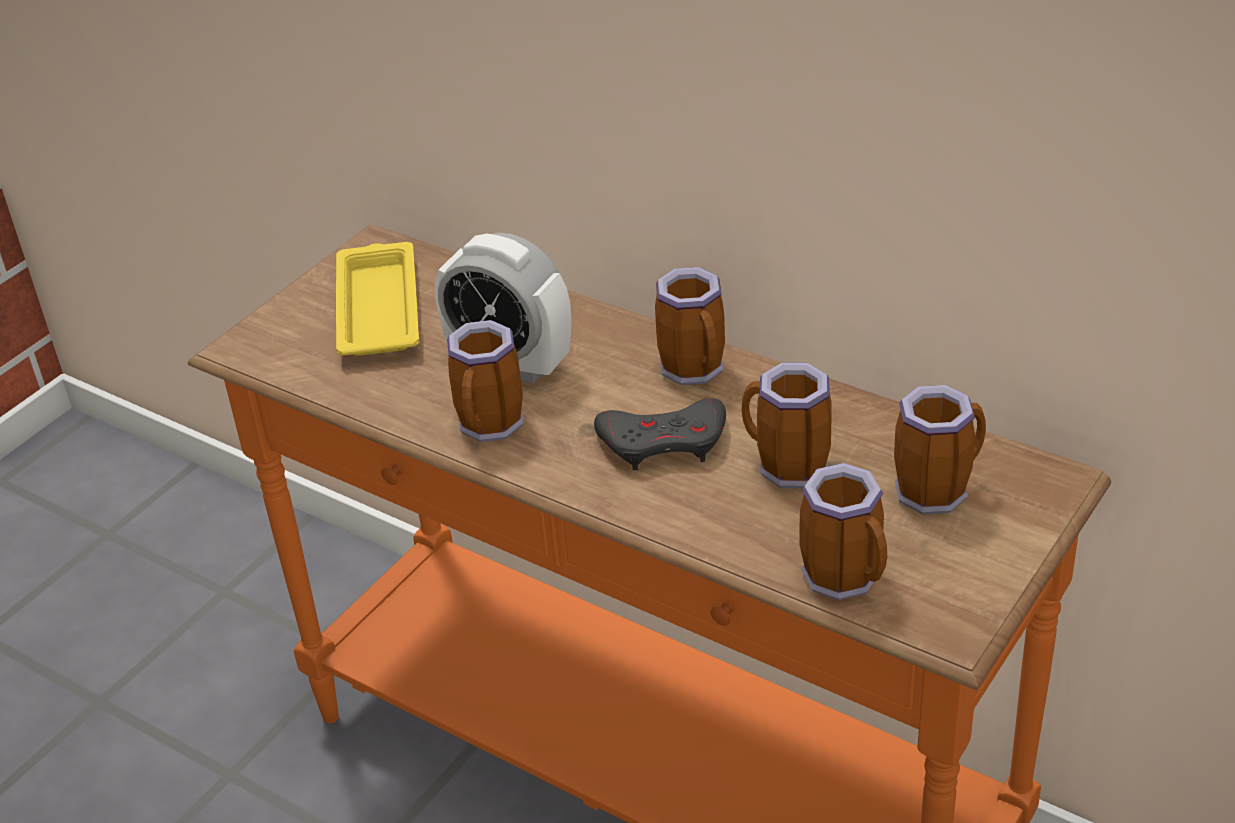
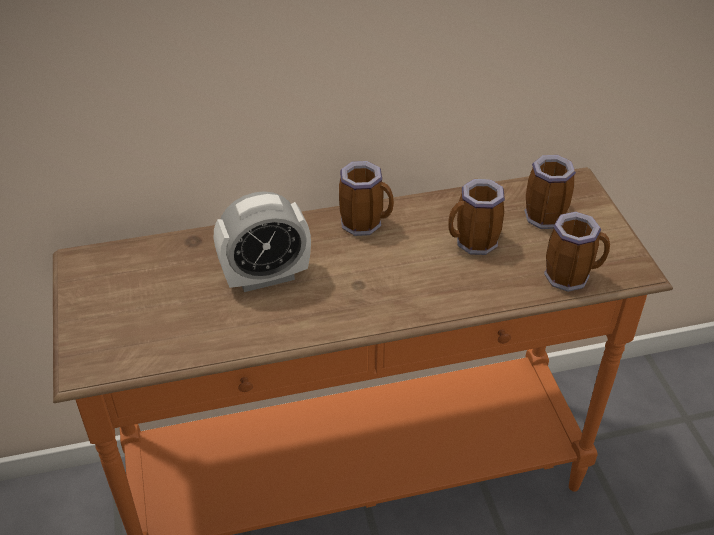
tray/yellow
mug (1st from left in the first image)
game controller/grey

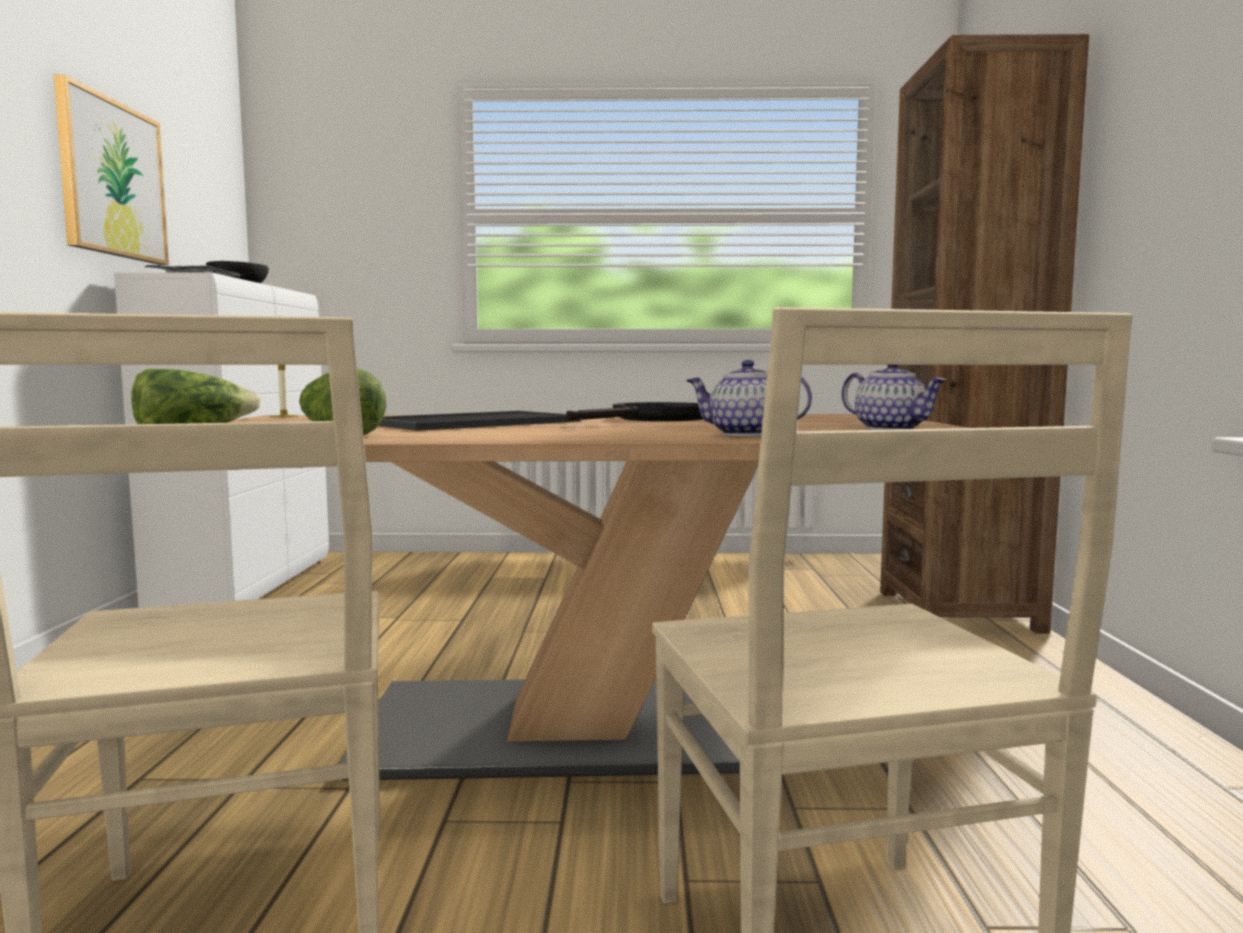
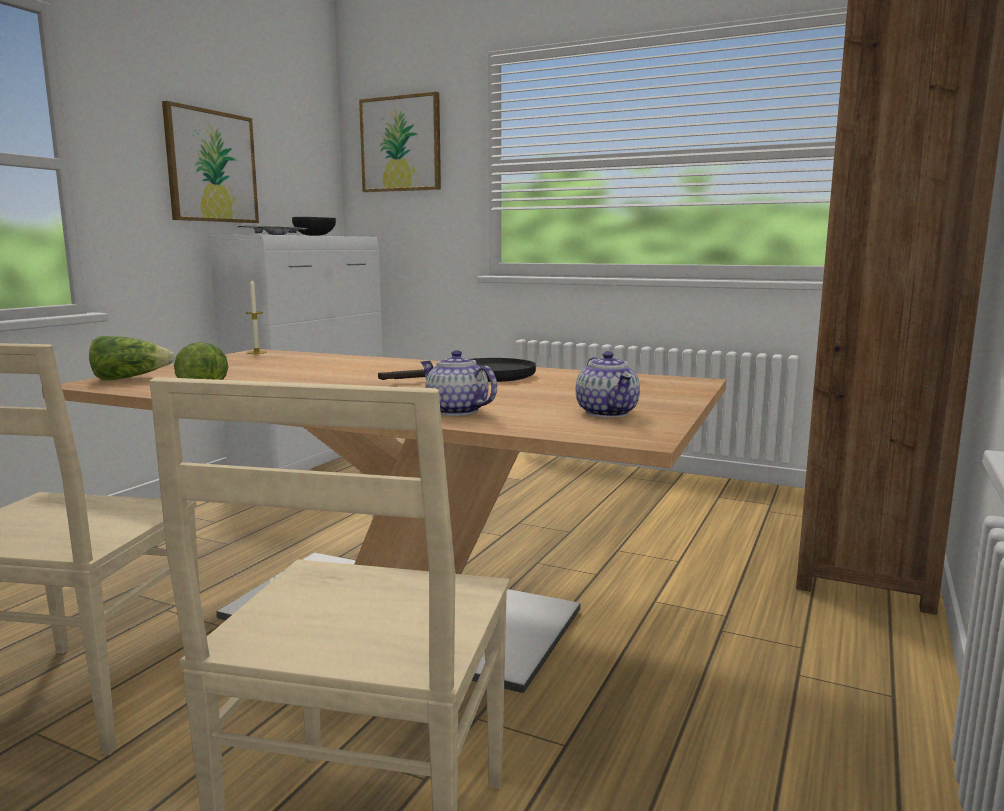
tray (2nd from left in the first image)
picture (2nd from left)

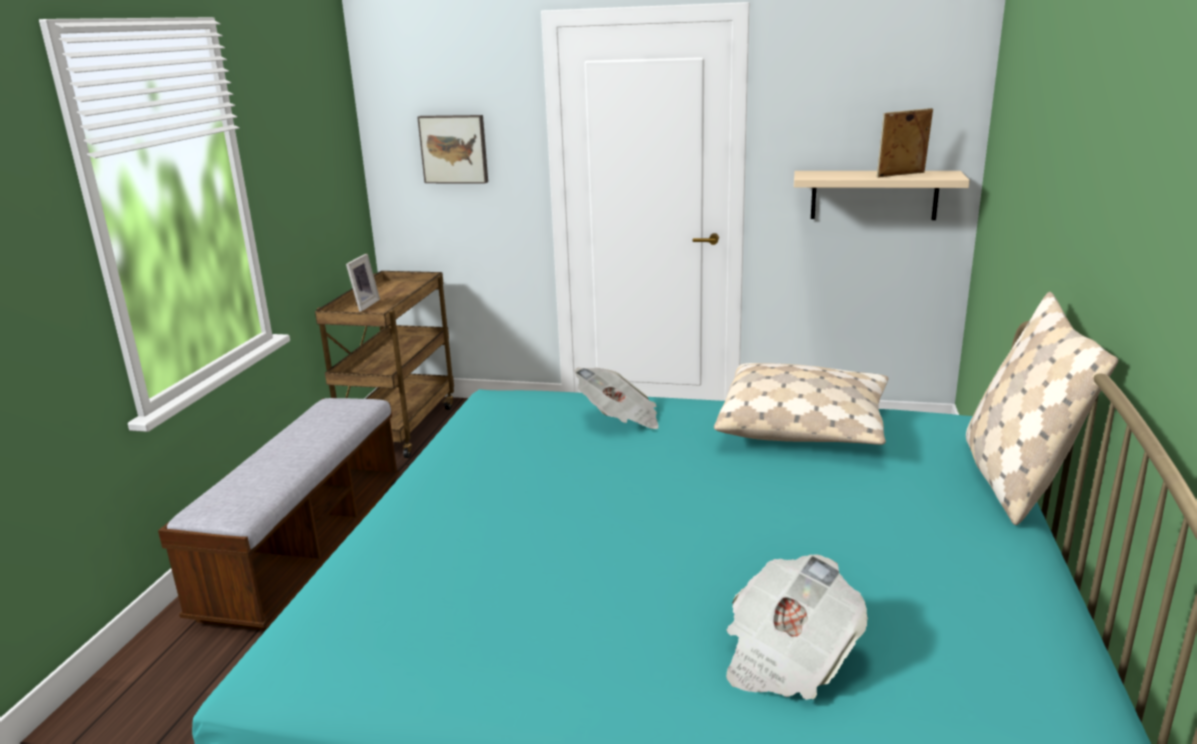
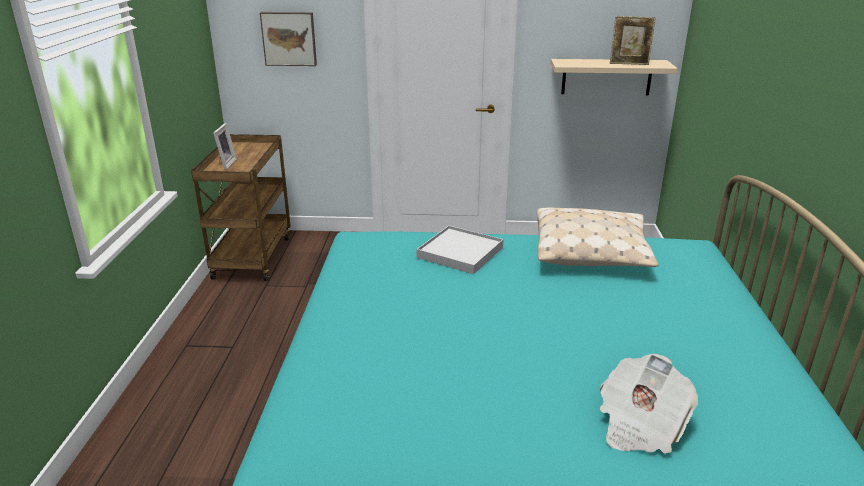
bench
pillow/beige (2nd from left in the first image)
tray/white
picture frame (2nd from left)

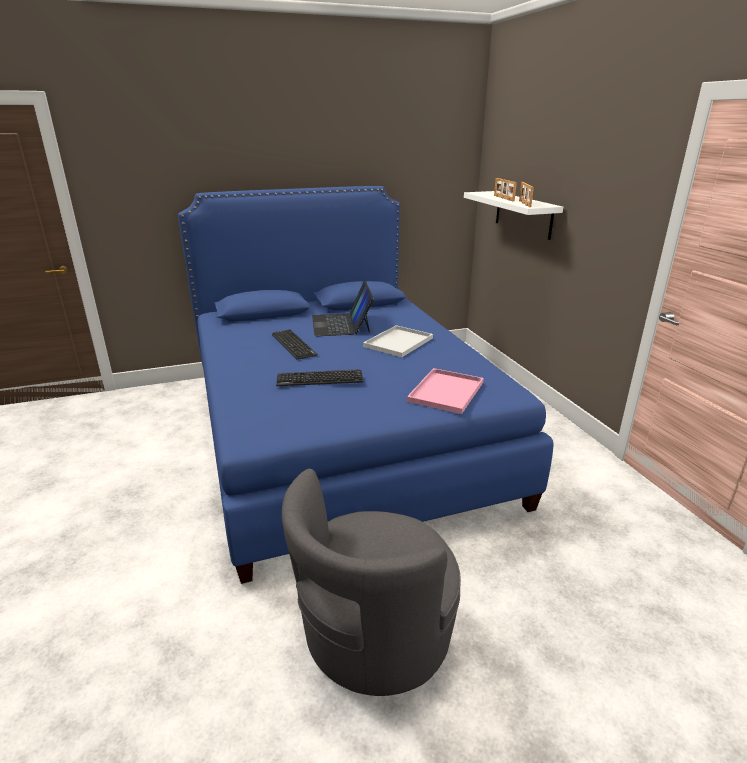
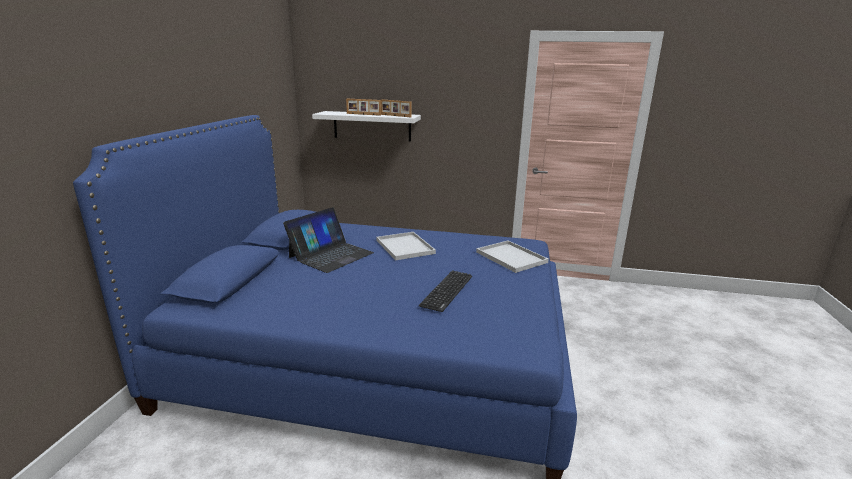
keyboard (1st from left in the first image)
armchair/grey
tray/white (2nd from left)
laptop

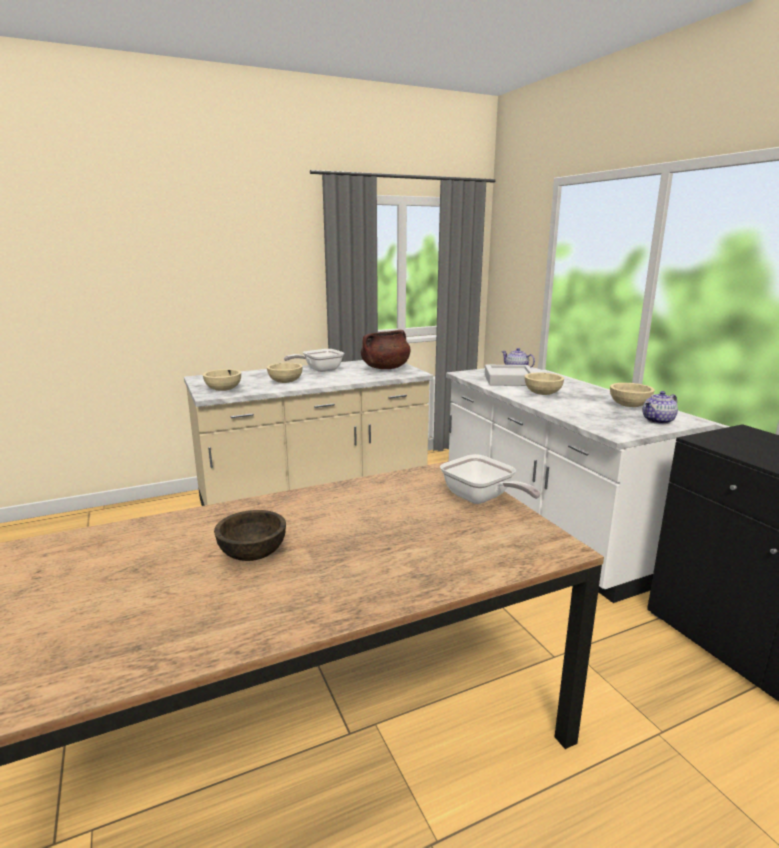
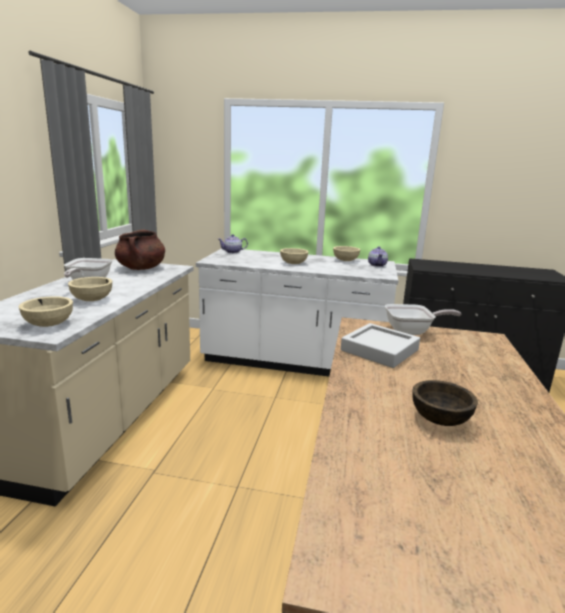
tray/grey

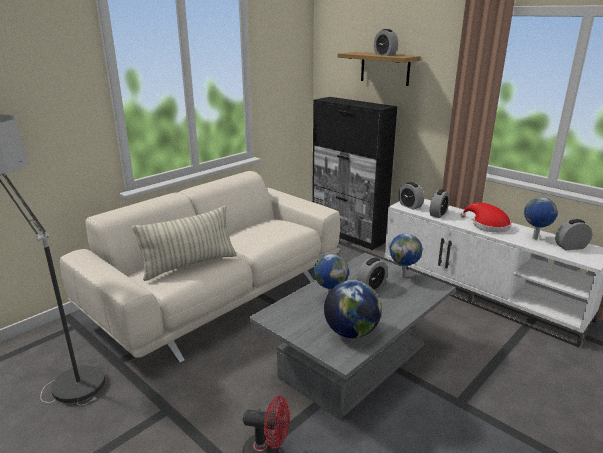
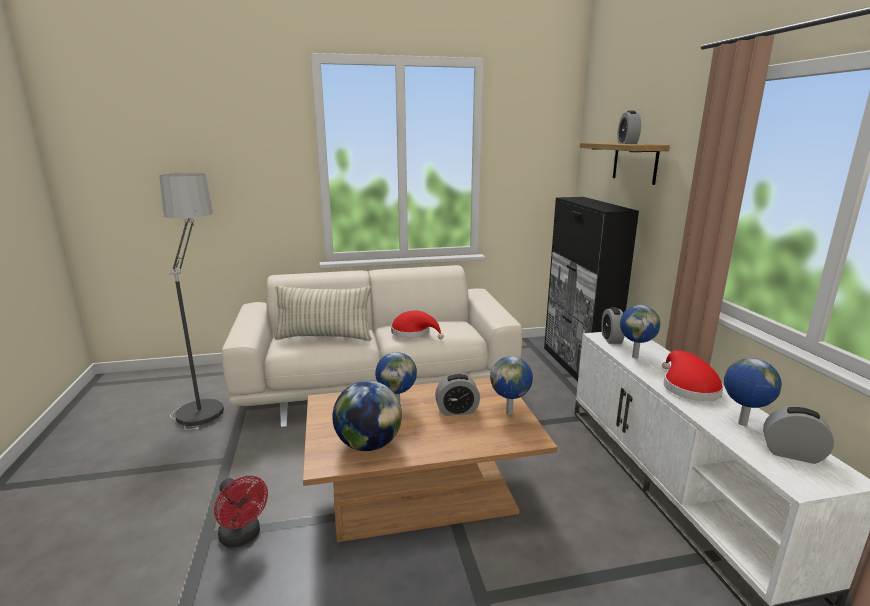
hat/red (1st from left)
globe (4th from left)
coffee table/brown

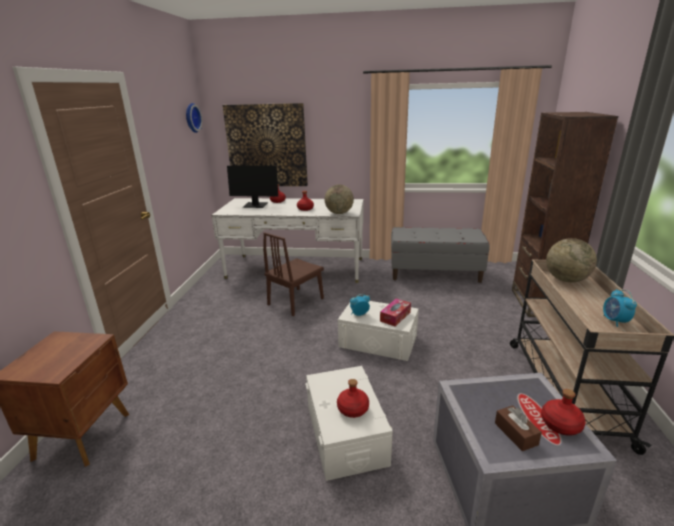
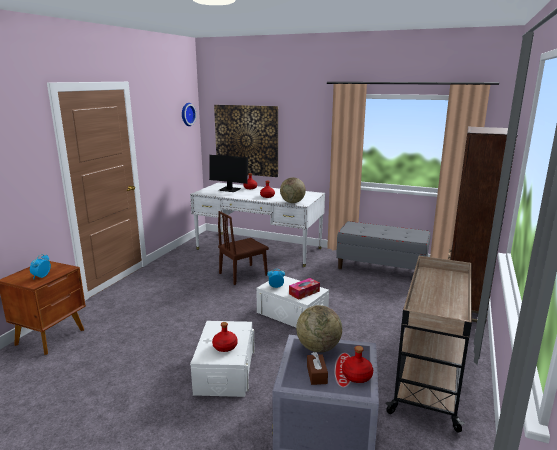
globe (2nd from left)
alarm clock (1st from left)

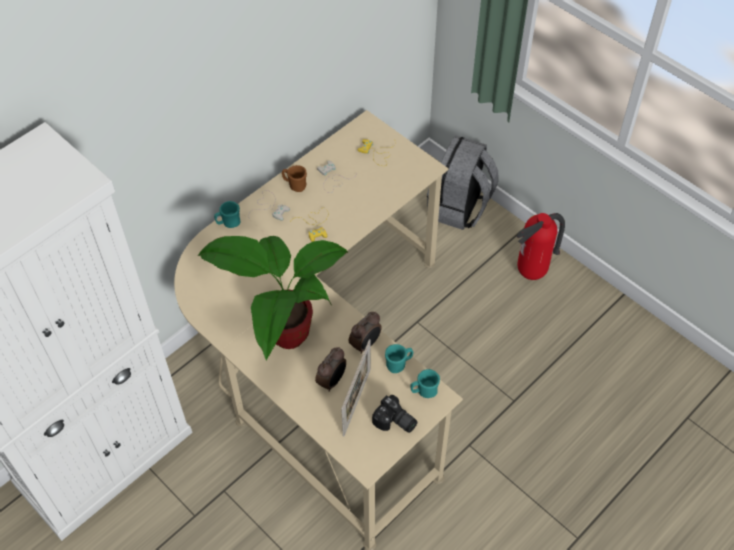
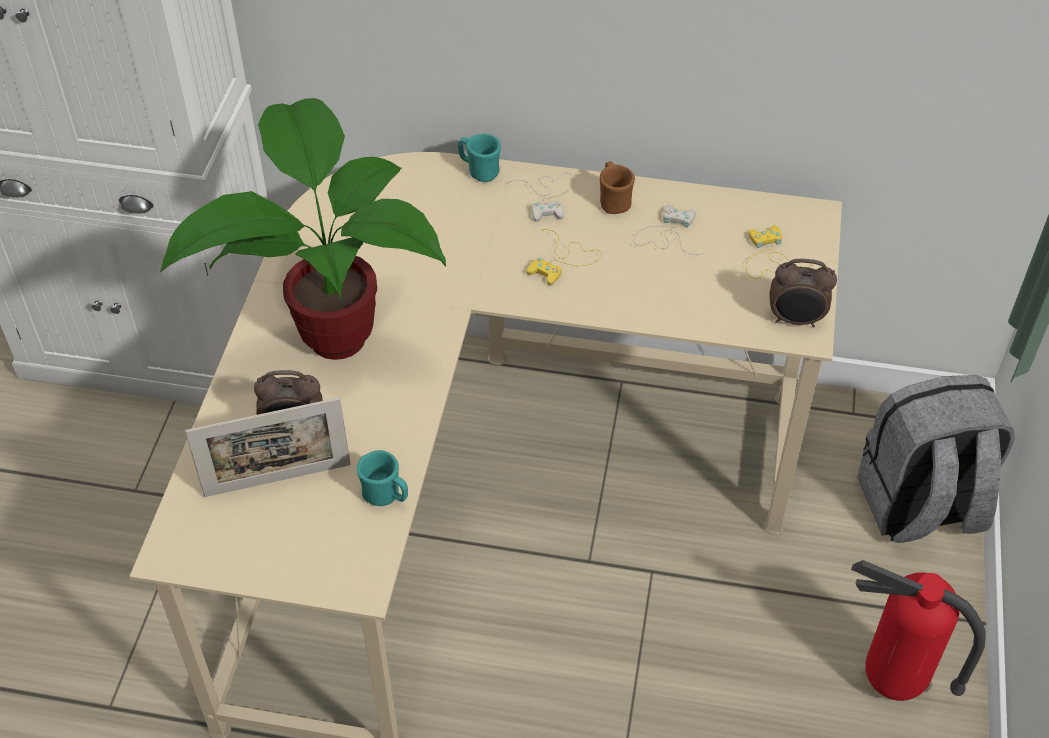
photo camera
mug/turquoise (3rd from left in the first image)
alarm clock (2nd from left)

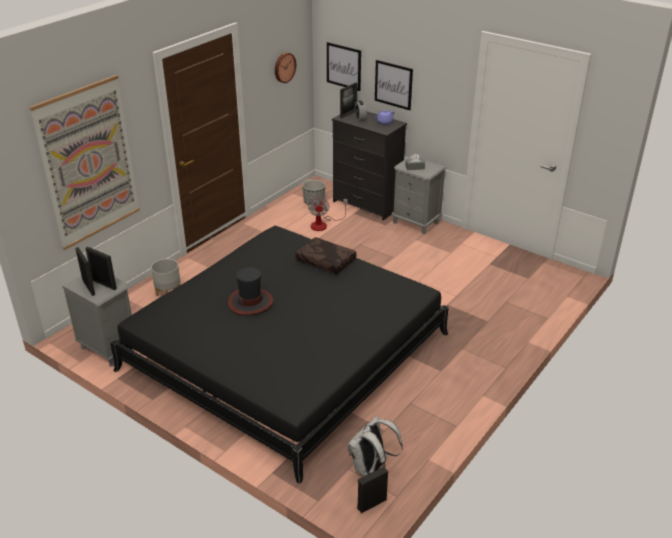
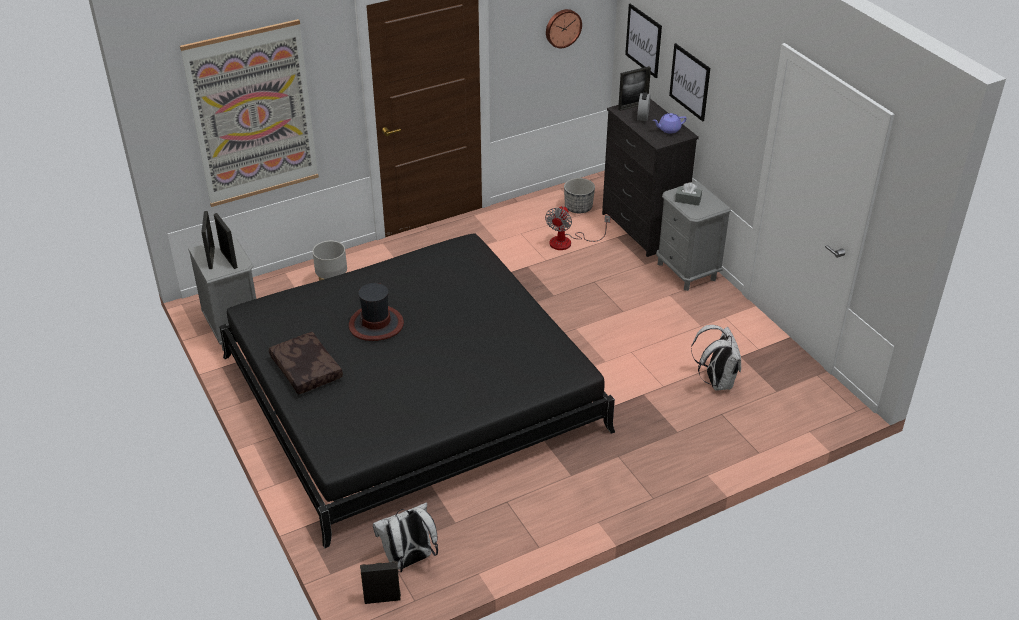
backpack/white (2nd from left)
pillow/brown

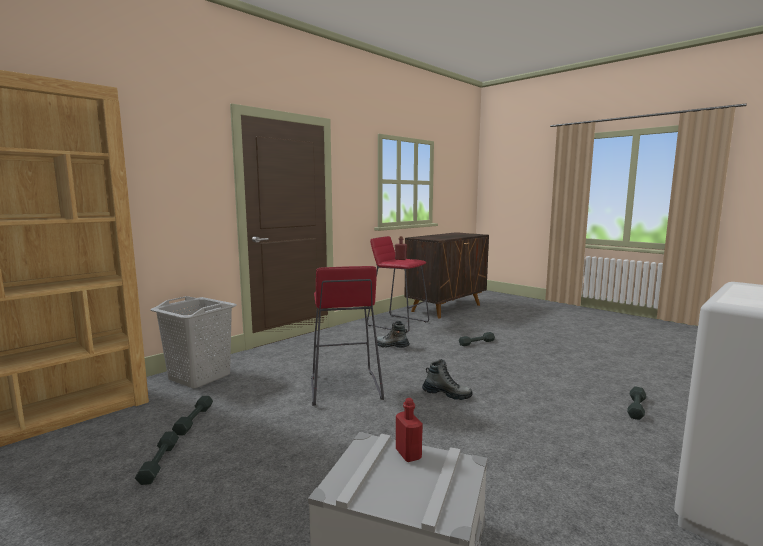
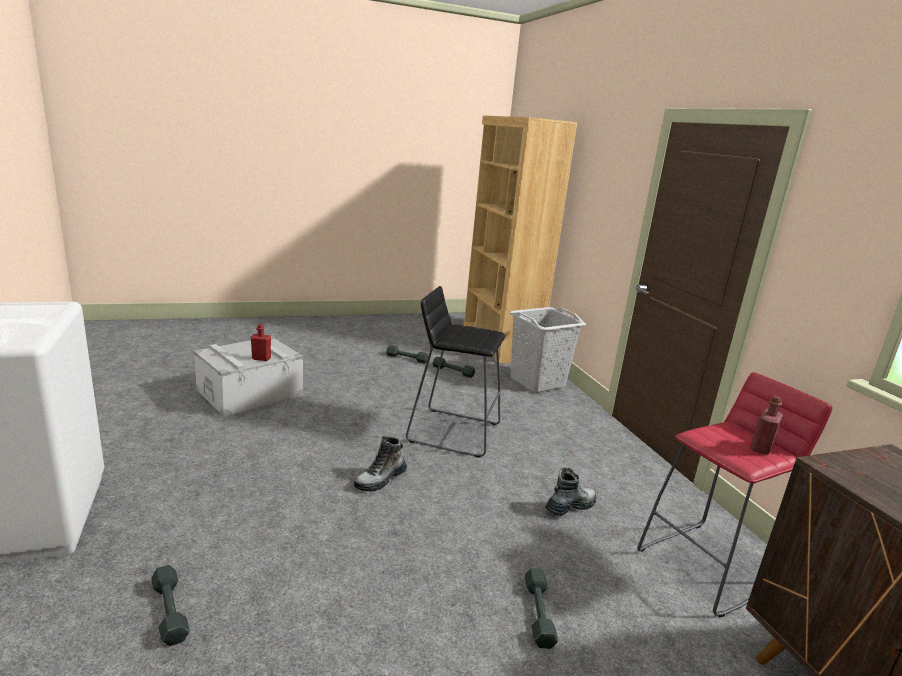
stool/black

